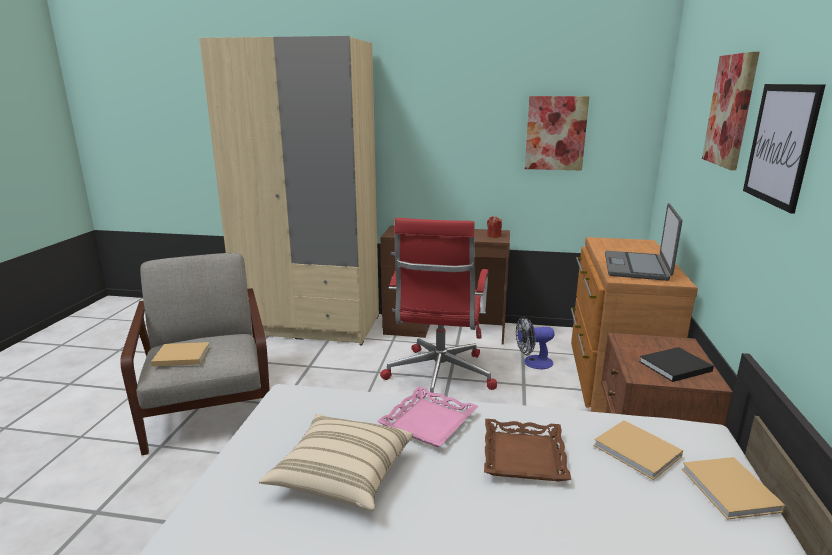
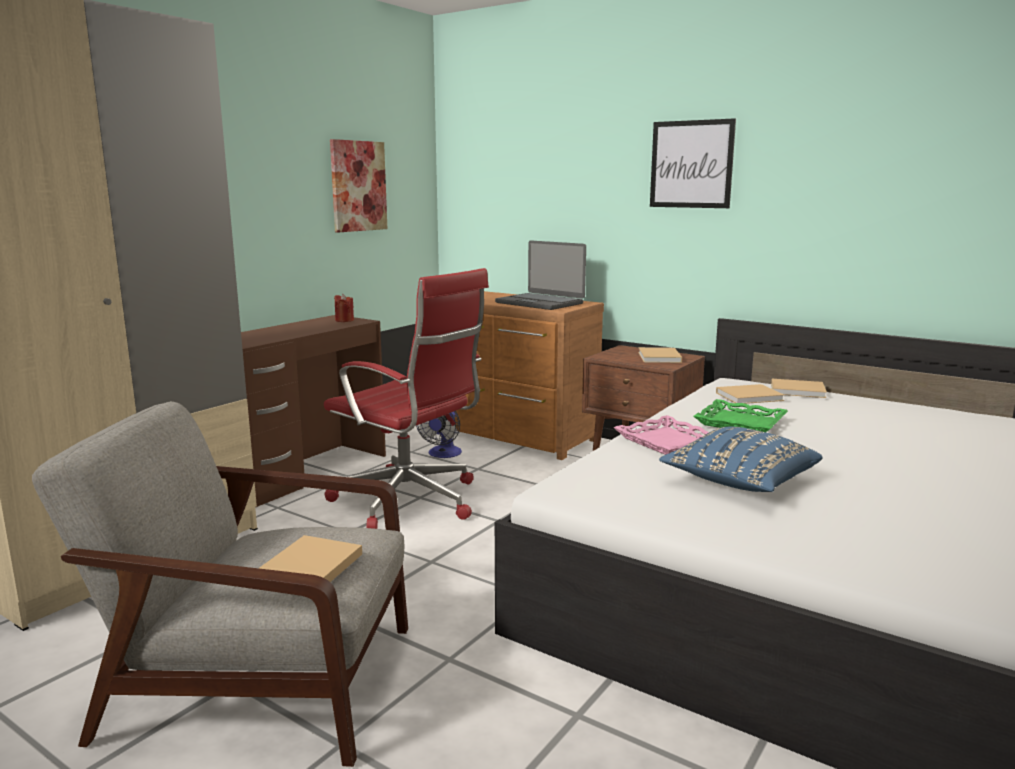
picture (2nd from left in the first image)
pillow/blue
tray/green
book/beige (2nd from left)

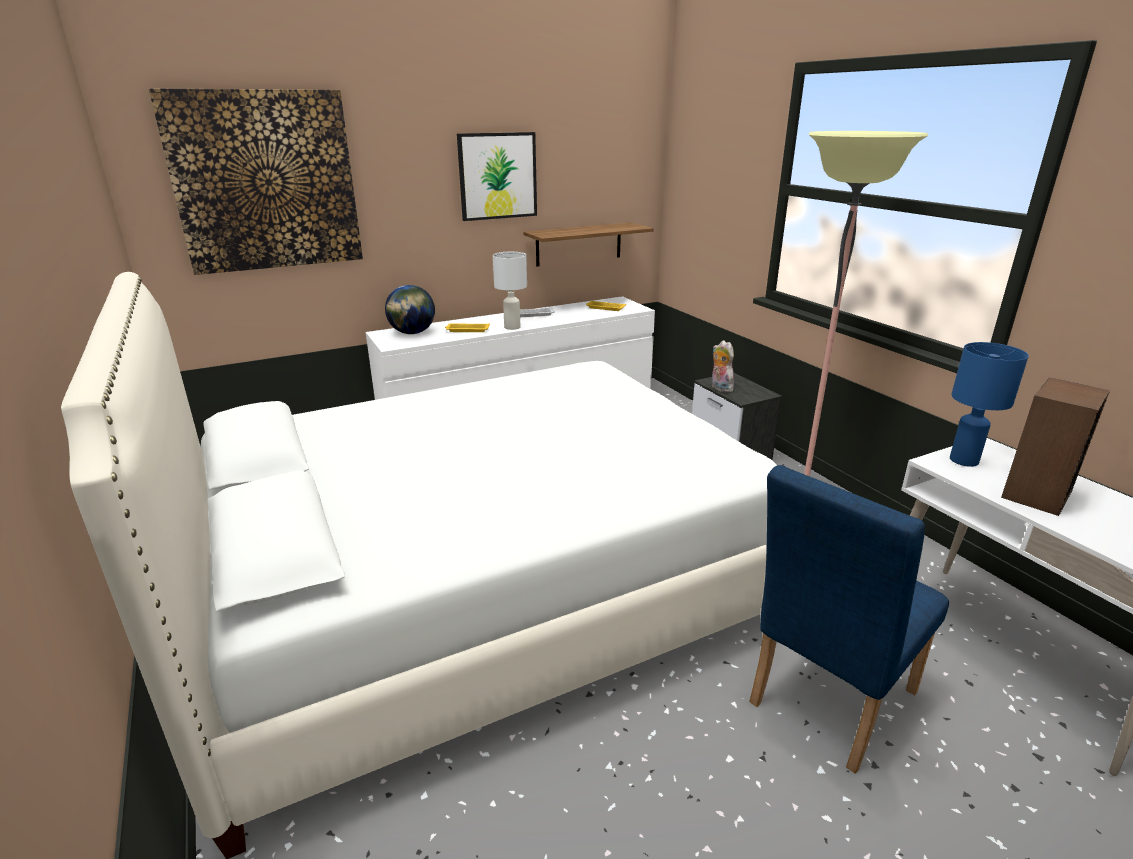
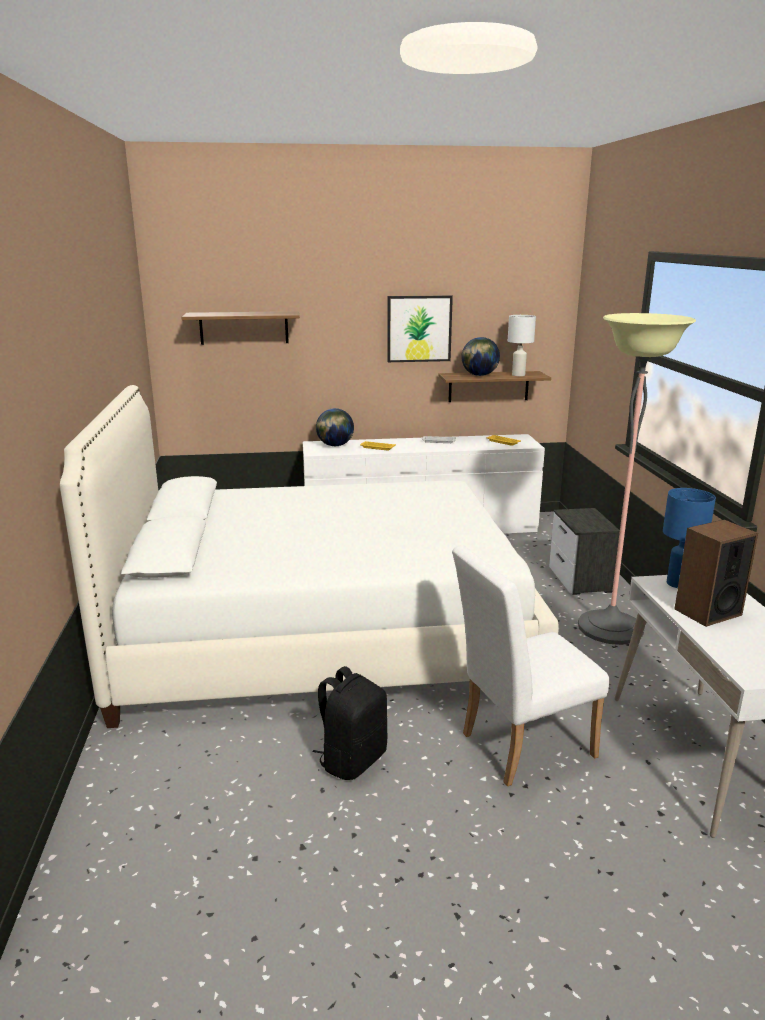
plush toy
backpack/black
globe (2nd from left)
table lamp/white
shelf (1st from left)
chair/white

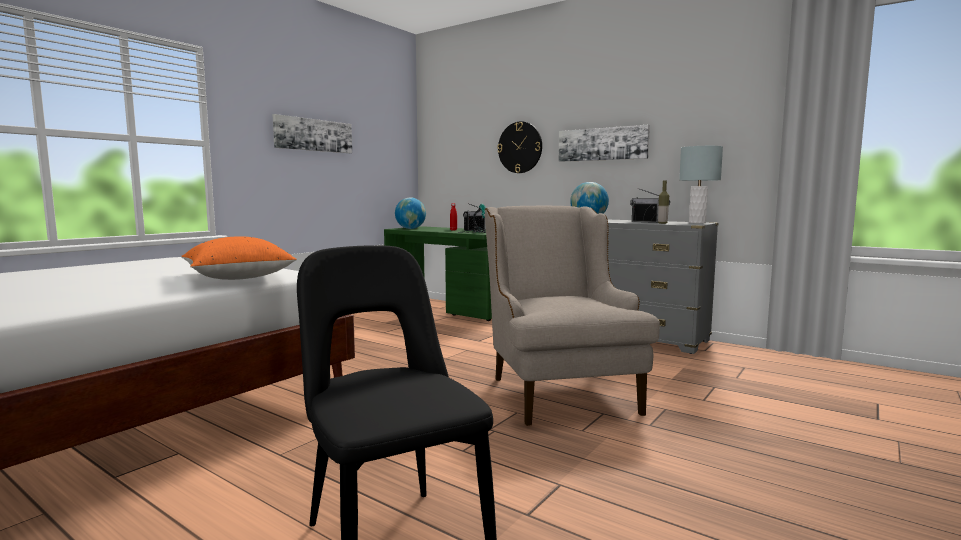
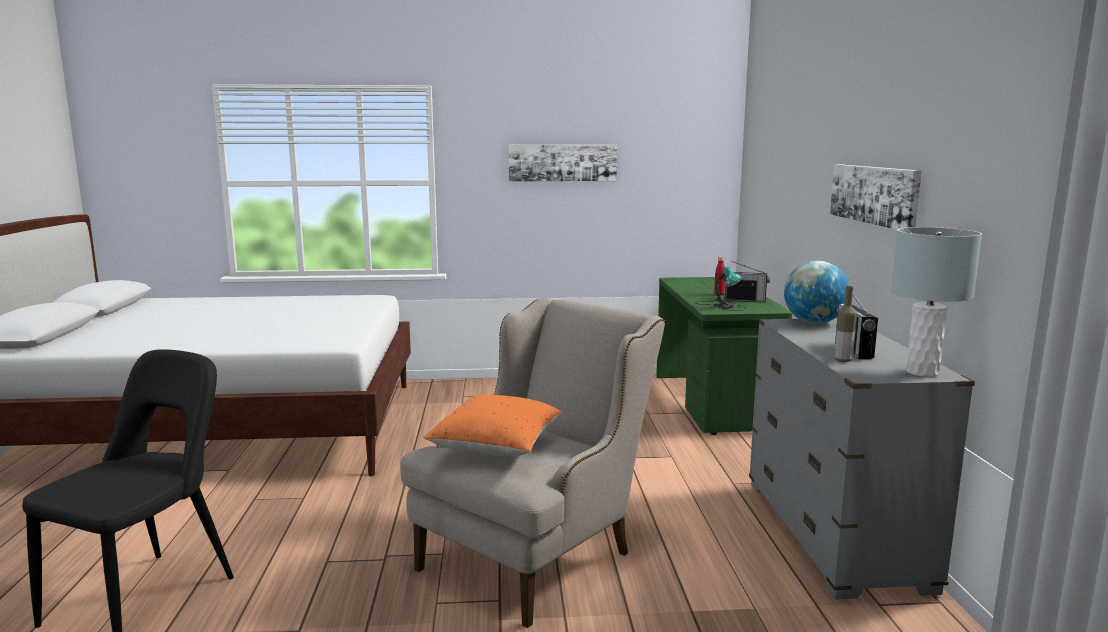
globe (1st from left in the first image)
wall clock
pillow/orange

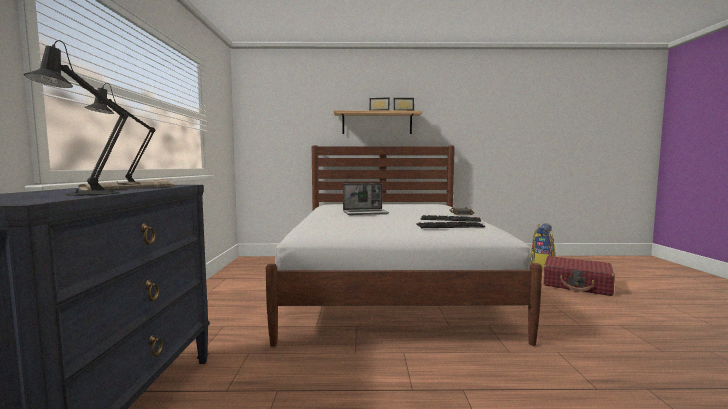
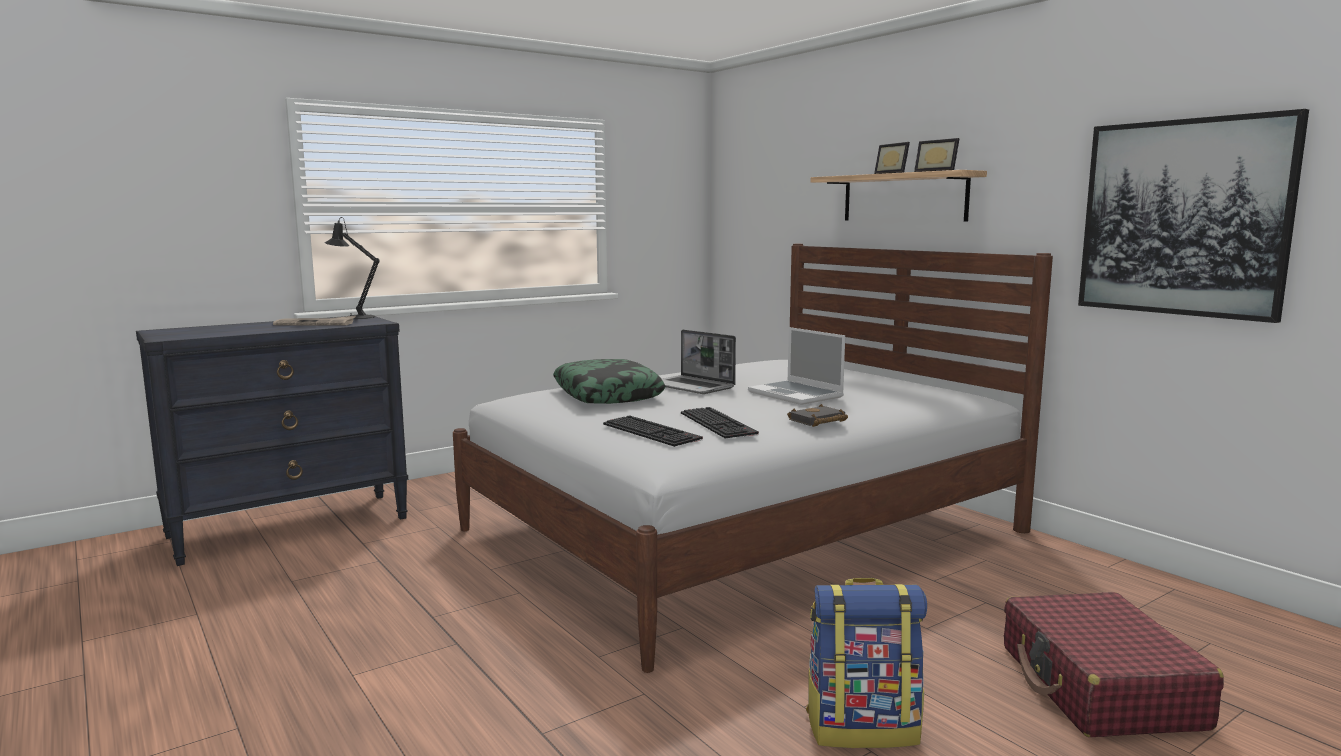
table lamp/black (1st from left in the first image)
pillow
laptop (2nd from left)
picture
backpack

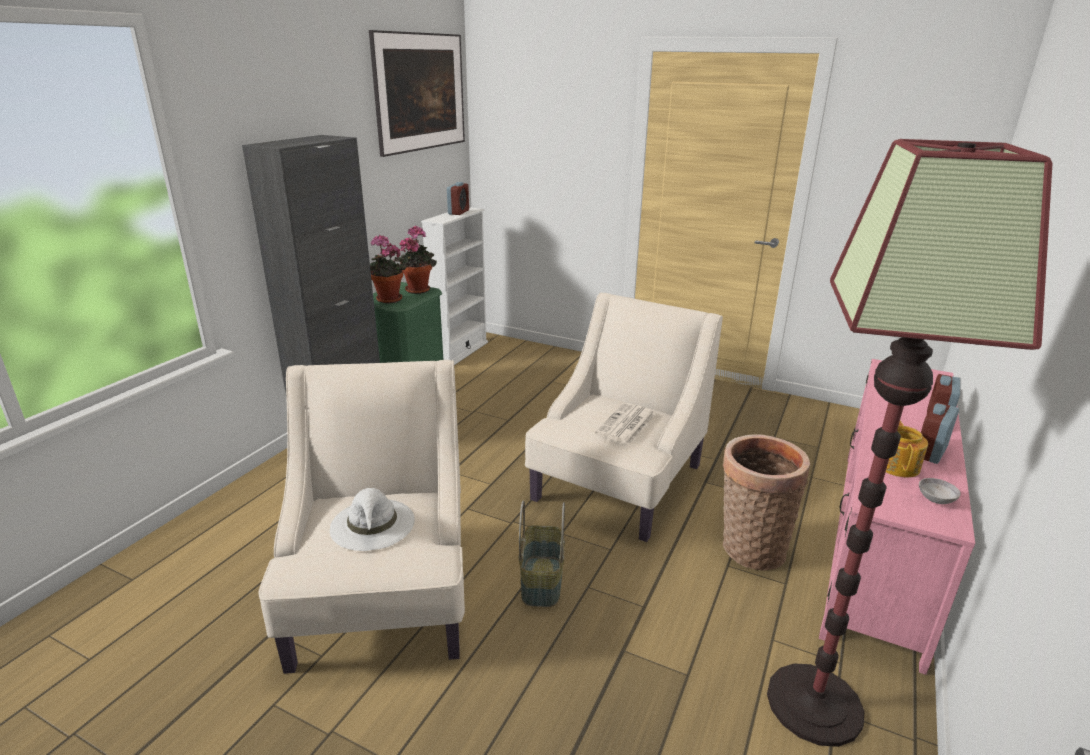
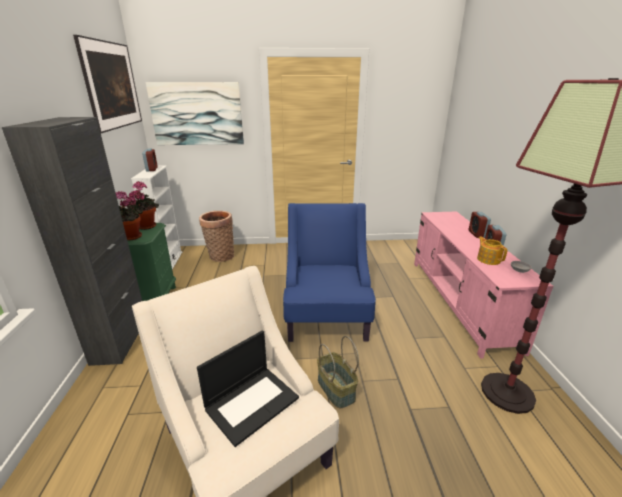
newspaper
picture (2nd from left)
basket (1st from left)
laptop
armchair/blue

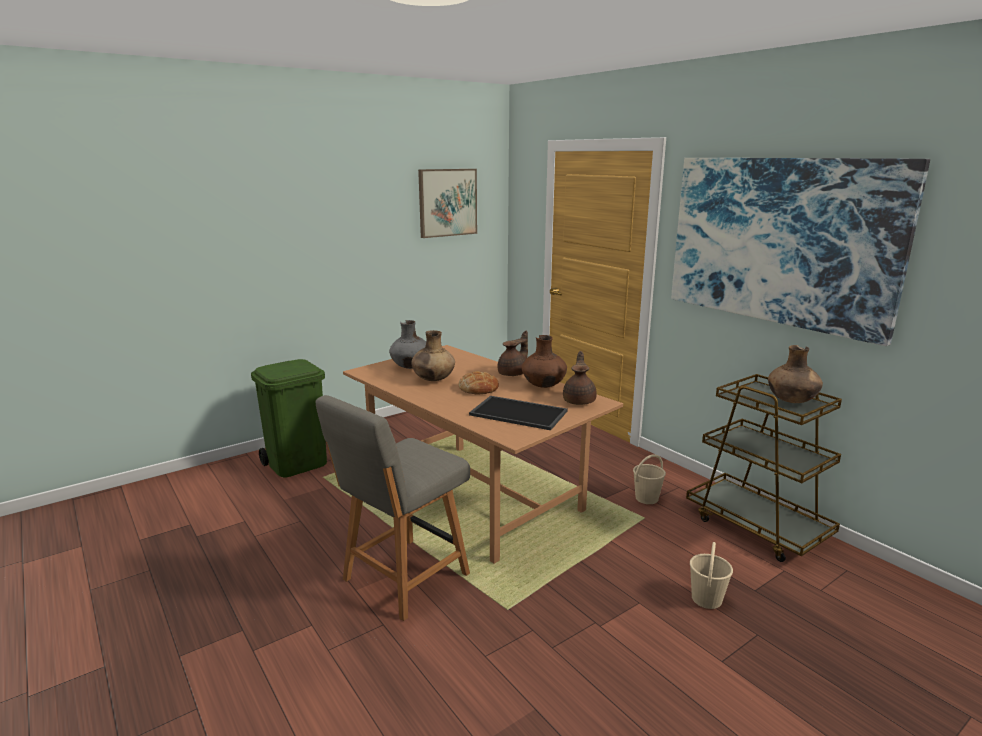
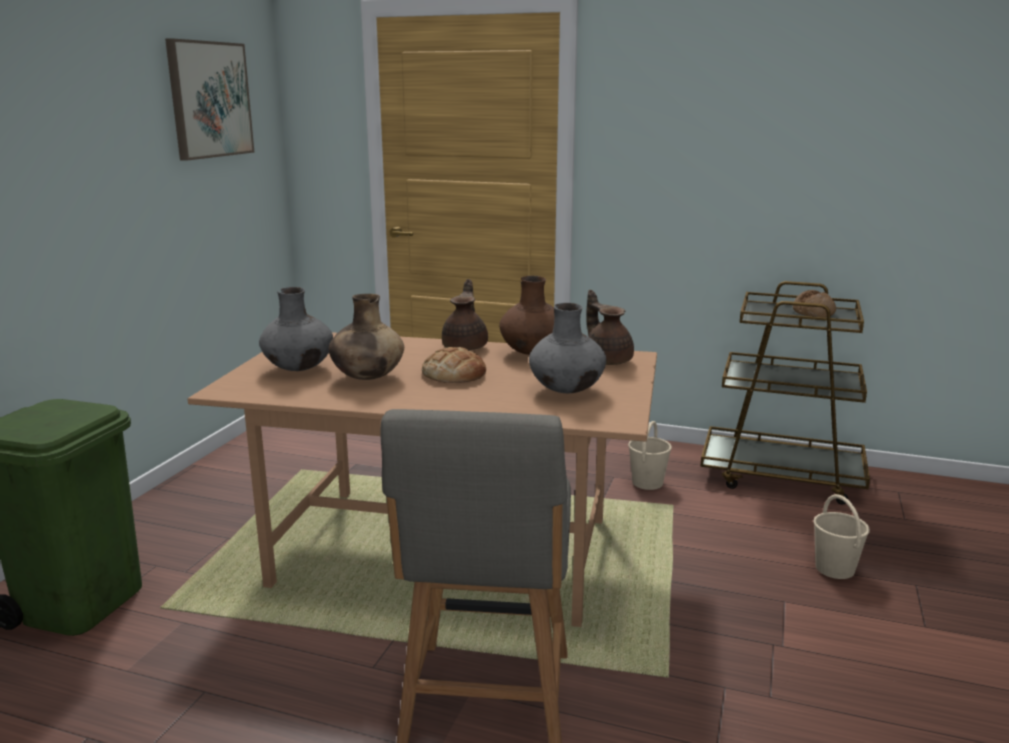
picture (2nd from left in the first image)
vase/grey (2nd from left)
bread (2nd from left)

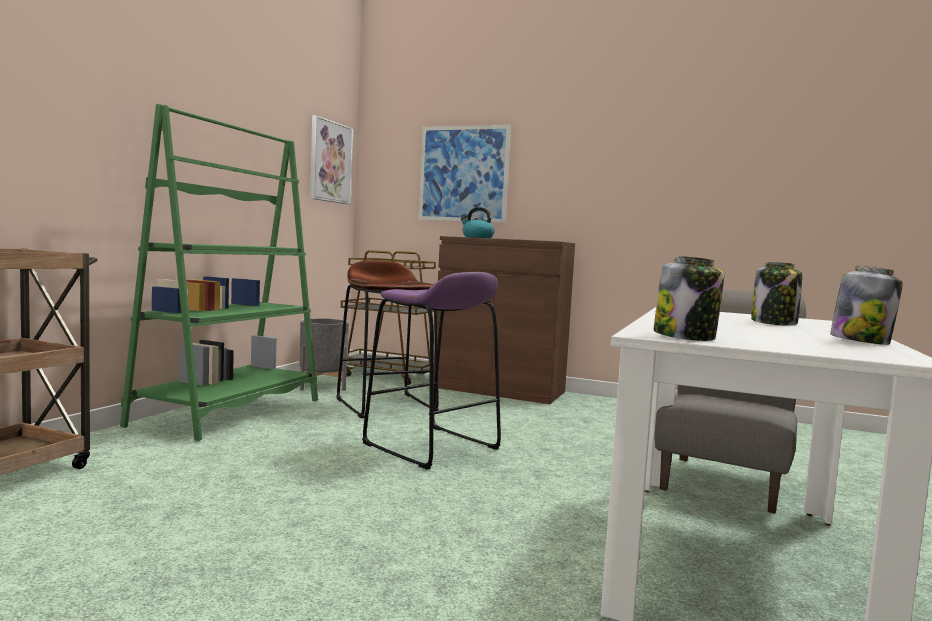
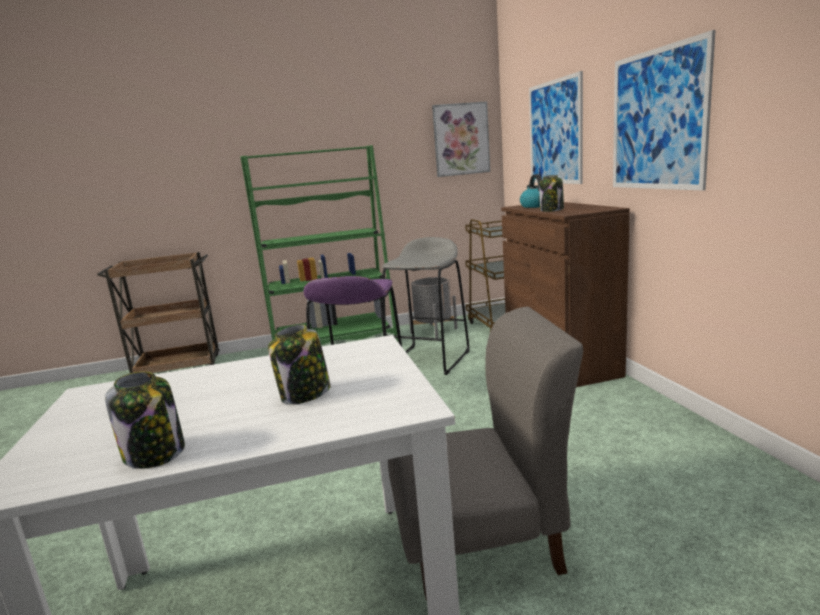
picture (3rd from left)
jar (3rd from left)
stool/grey

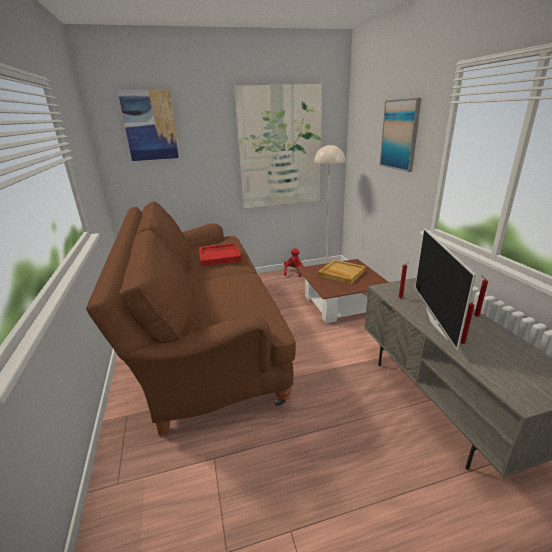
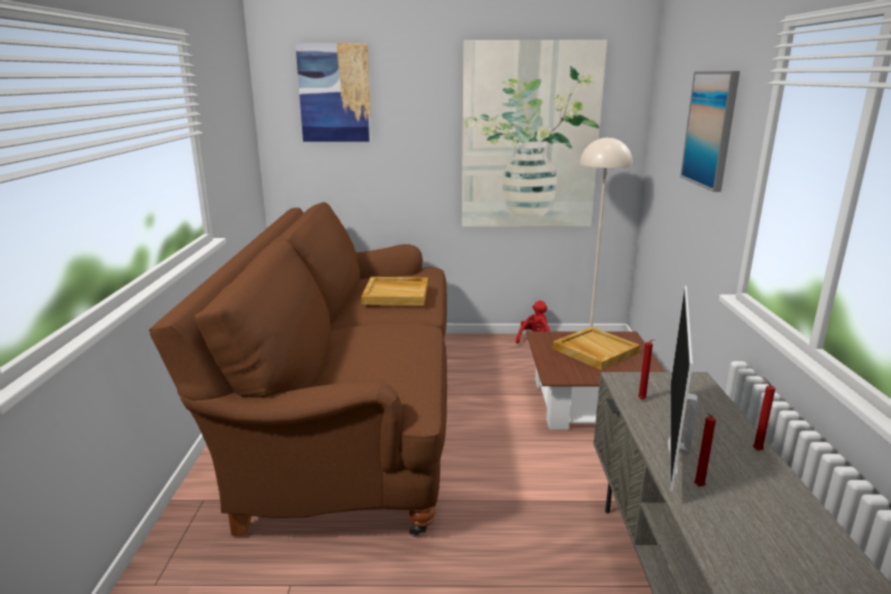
tray/beige (1st from left)

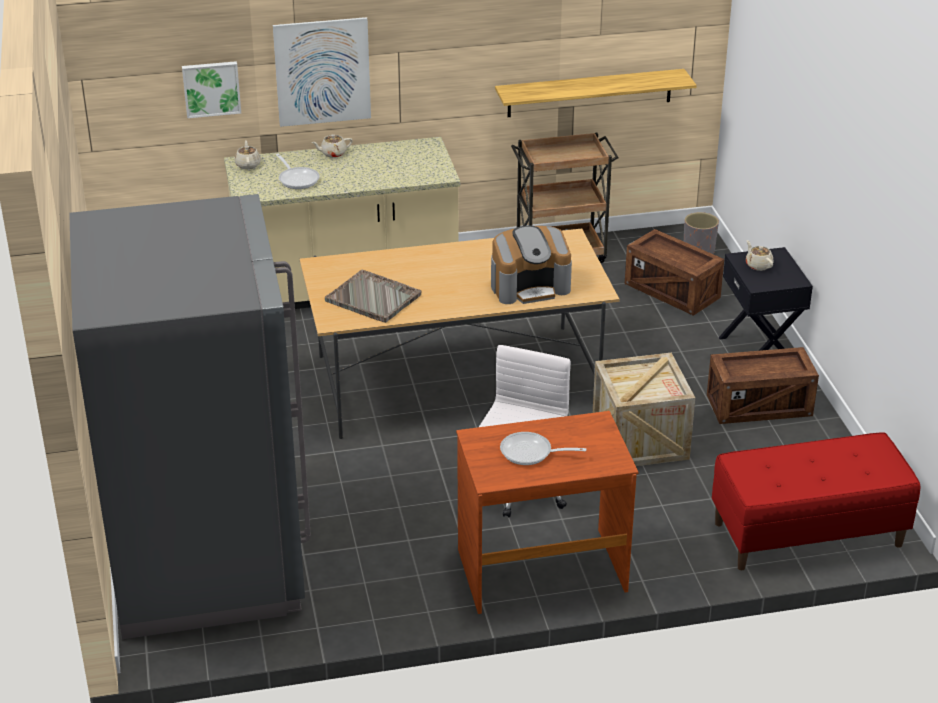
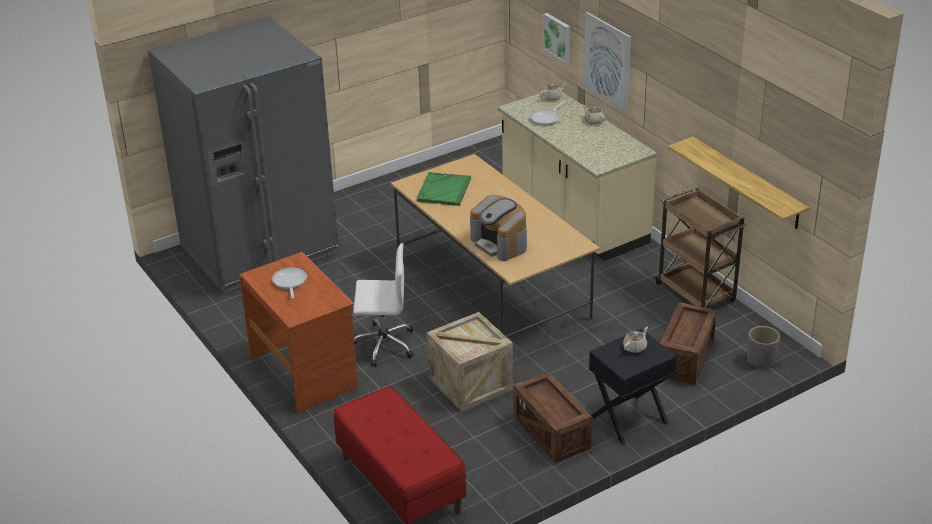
tray/green

